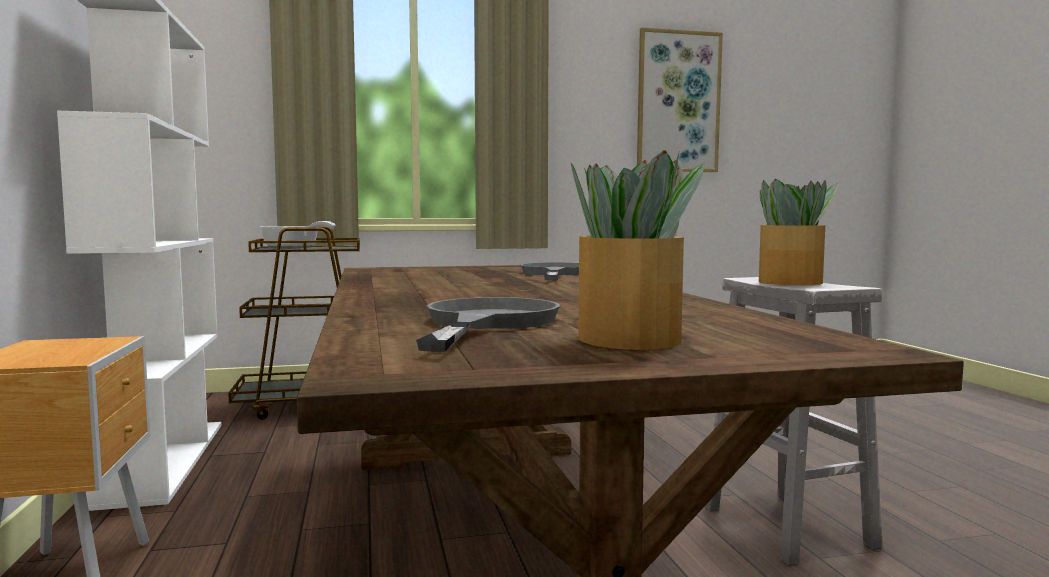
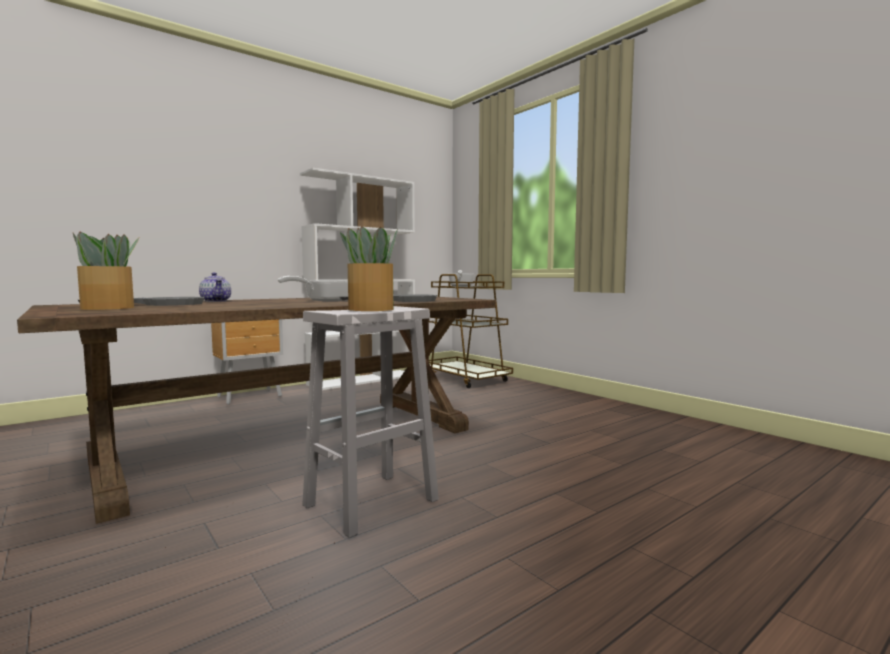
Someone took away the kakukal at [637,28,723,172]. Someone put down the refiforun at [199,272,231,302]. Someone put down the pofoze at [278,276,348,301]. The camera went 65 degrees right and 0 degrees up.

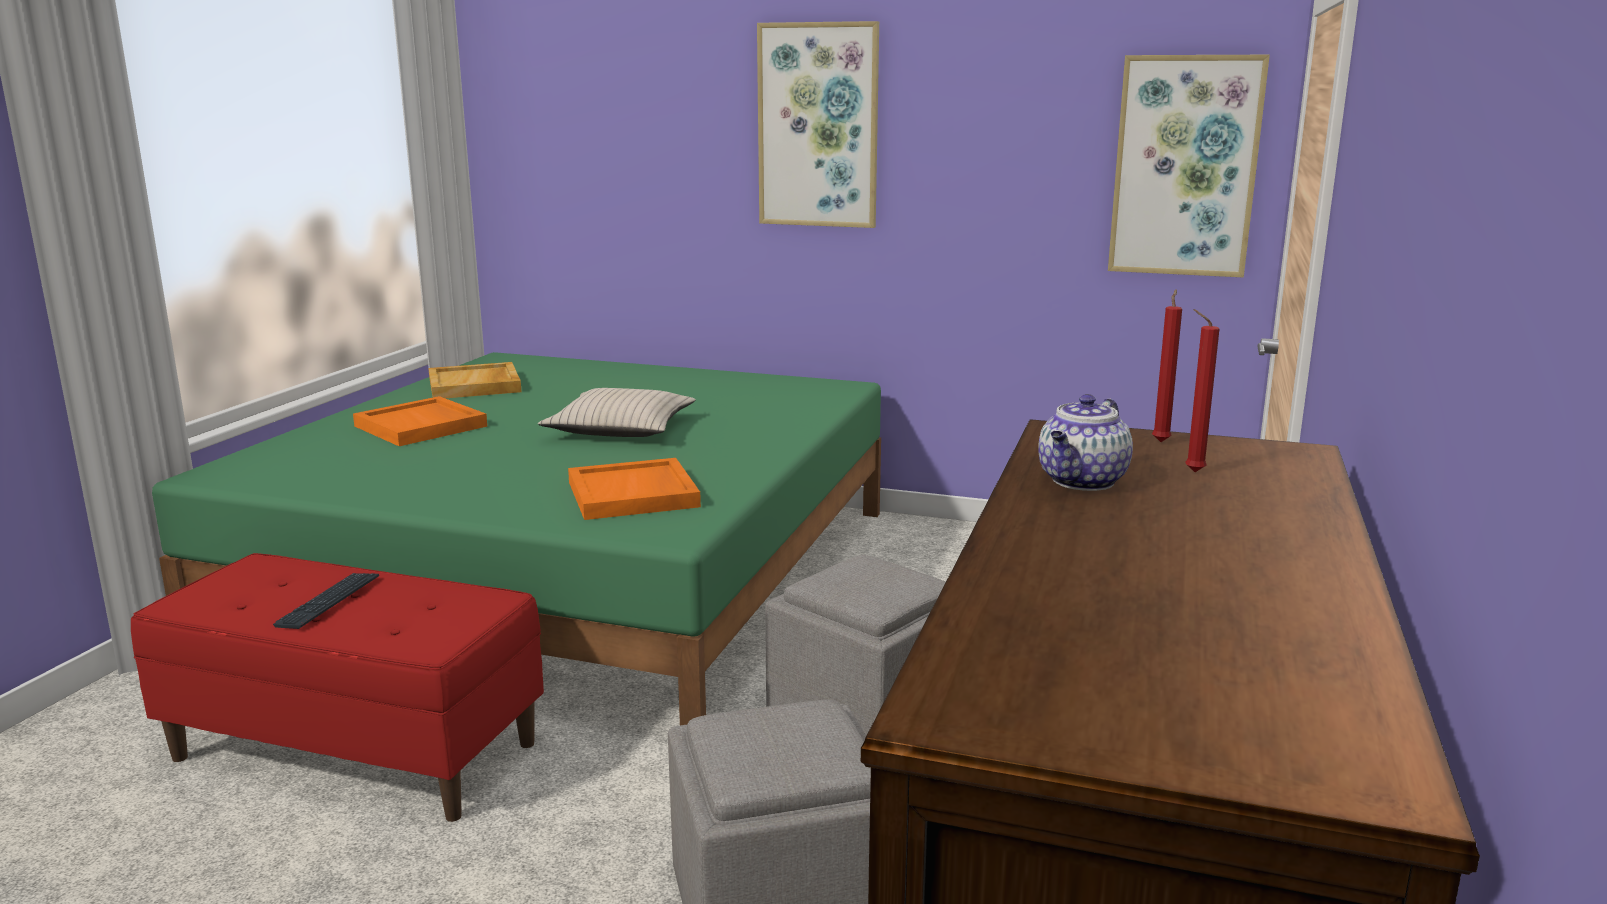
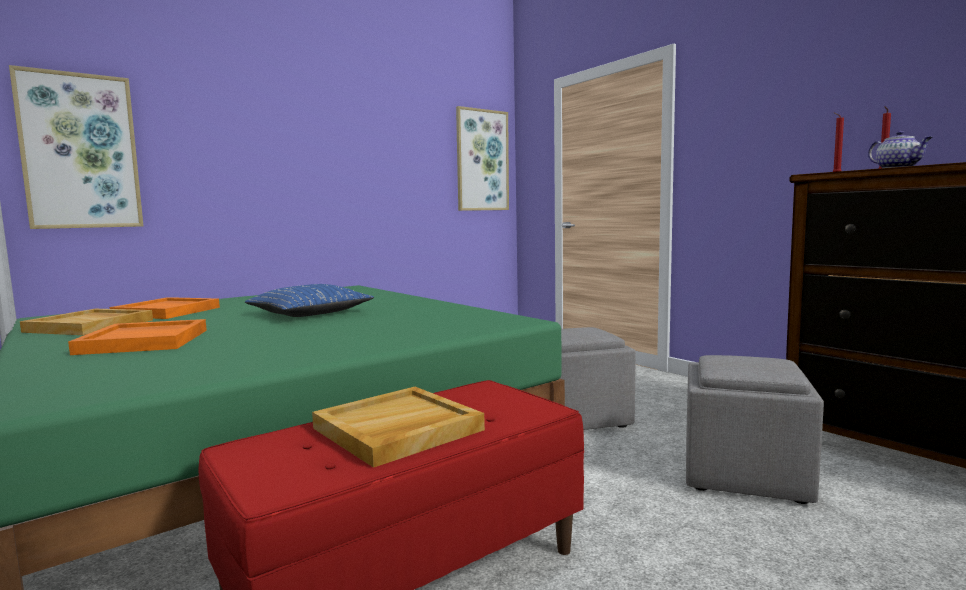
Someone carried the kakukal from [757,21,879,228] to [9,65,143,229]. Someone repainted the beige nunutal at [538,388,696,437], which became the blue nunutal at [245,284,374,317]. Someone carried the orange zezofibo from [568,458,701,520] to [110,297,220,319]. Someone swapped the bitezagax at [273,573,379,629] for the beige zezofibo at [312,387,485,468]. The camera went 55 degrees left and 10 degrees down.

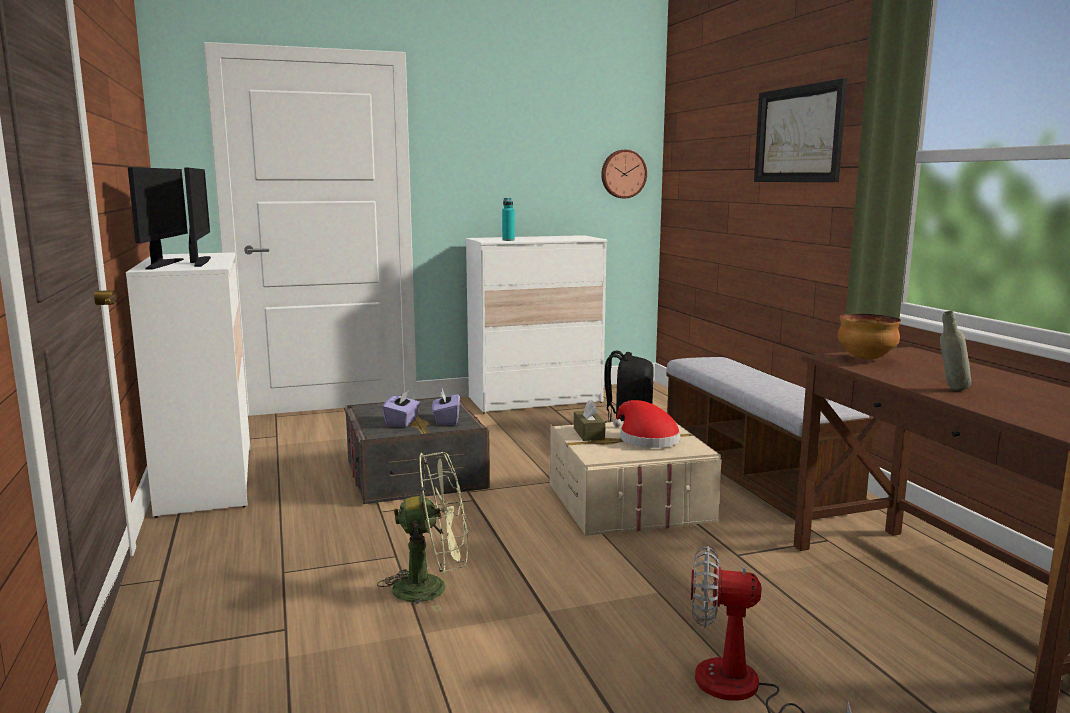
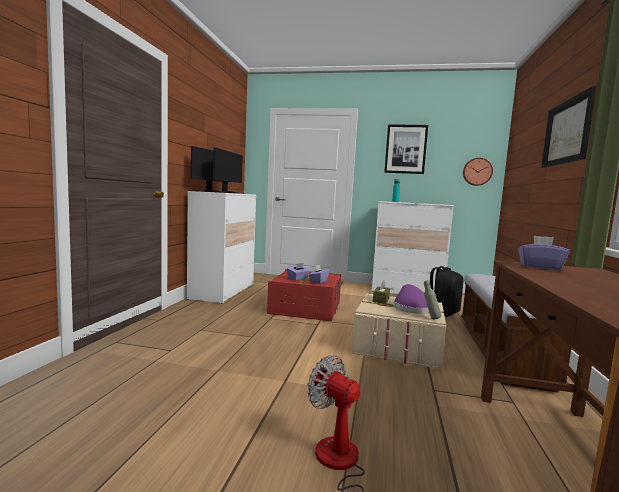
Someone carried the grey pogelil from [940,311,972,390] to [424,280,441,319]. Someone swapped the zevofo at [838,314,901,360] for the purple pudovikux at [518,236,570,270]. Someone repainted the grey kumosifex at [346,397,490,504], which became the red kumosifex at [267,269,341,321]. Someone repainted the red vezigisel at [613,400,680,448], which became the purple vezigisel at [393,284,429,314]. Someone took away the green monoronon at [377,452,468,612]. Someone put up the kakukal at [384,124,428,174]. The camera went 30 degrees right and 5 degrees down.

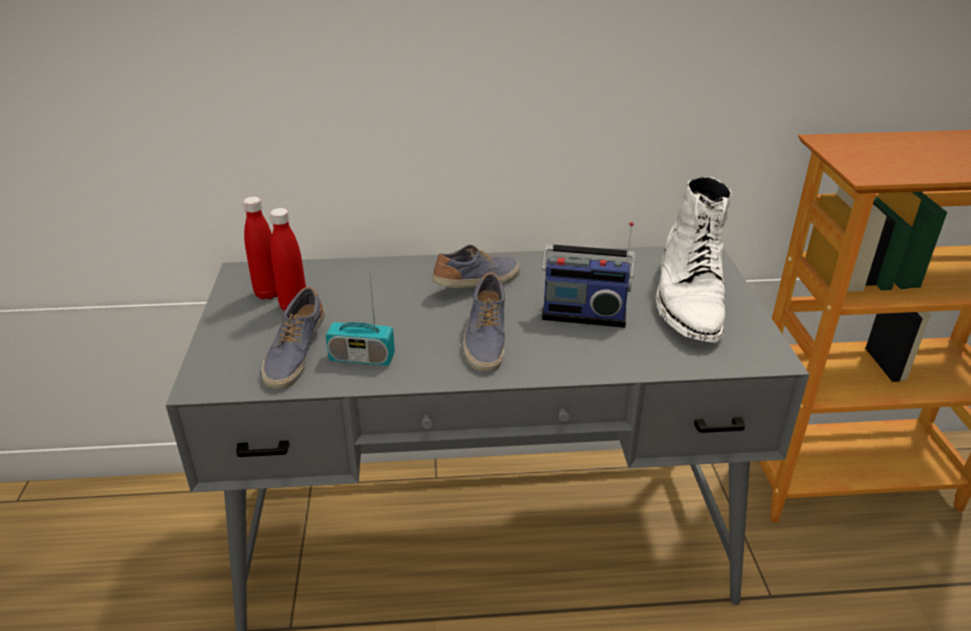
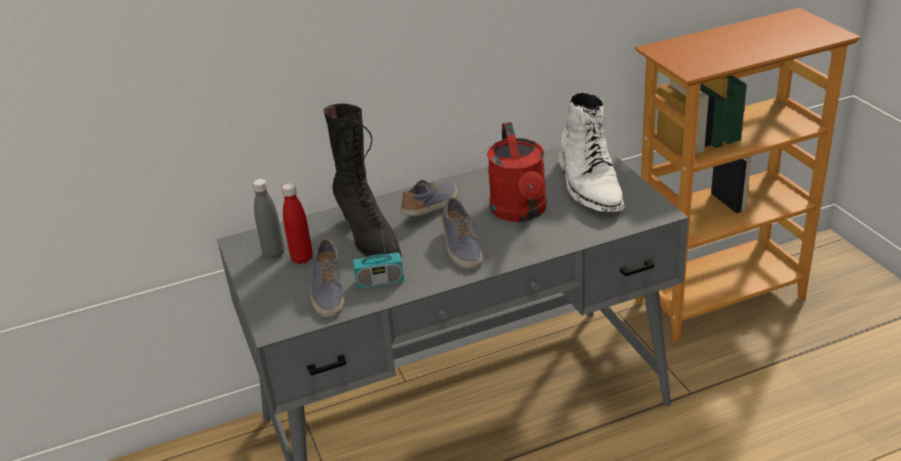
Someone repainted the red pogelil at [243,196,277,300], which became the grey pogelil at [252,179,284,259]. Someone swapped the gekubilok at [541,222,635,328] for the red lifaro at [487,122,547,222]. Someone put down the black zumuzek at [323,103,401,257]. The camera went 15 degrees left and 0 degrees up.

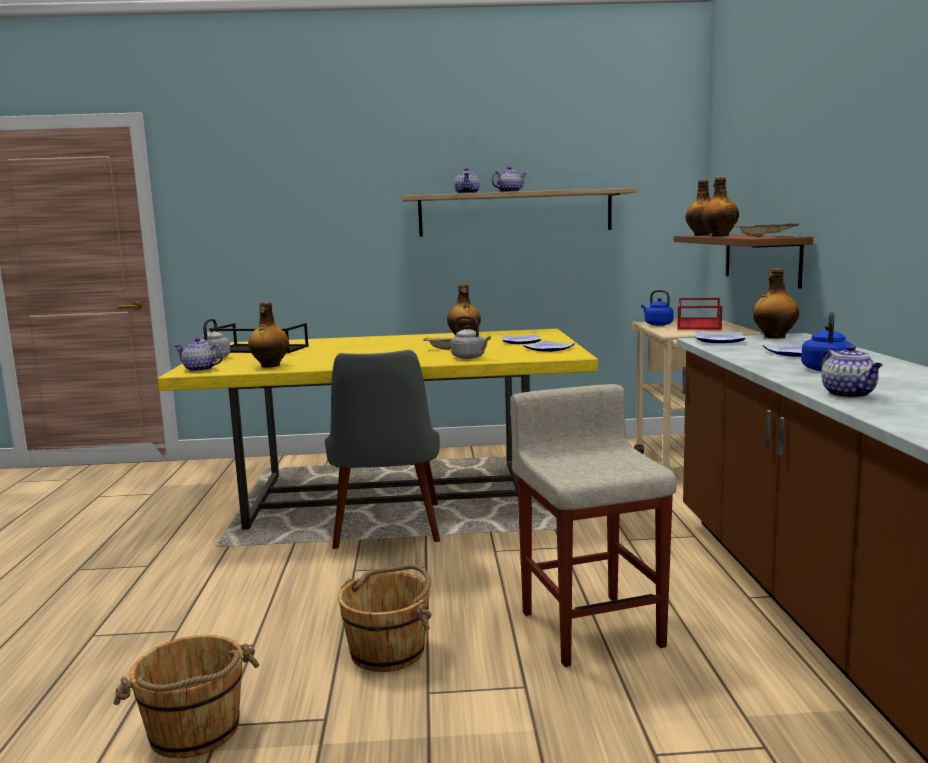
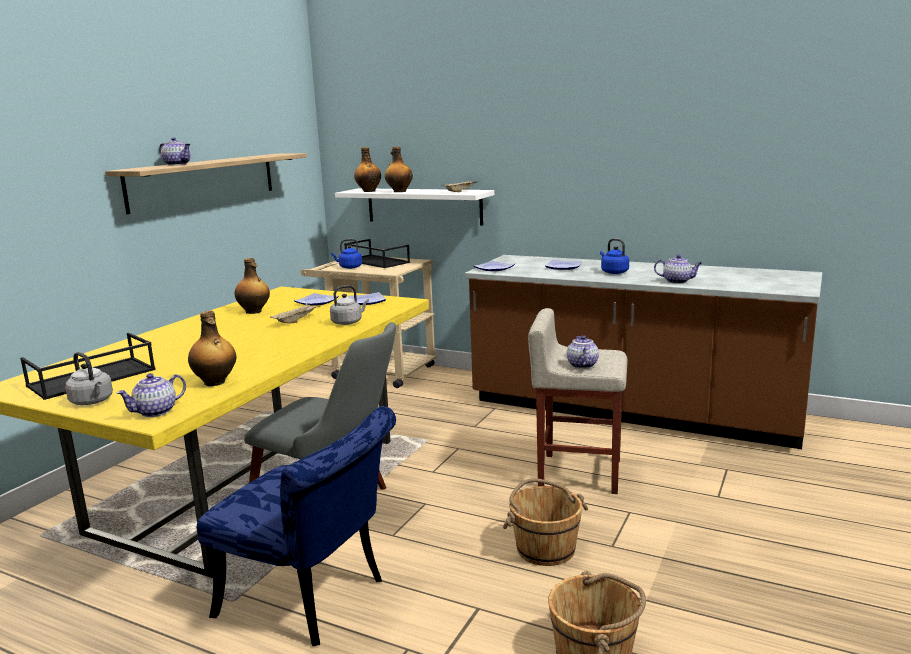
Someone carried the refiforun from [491,167,527,192] to [566,335,599,369]. Someone repainted the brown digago at [674,234,813,288], which became the white digago at [335,188,494,225]. Someone took away the pogelil at [753,268,799,338]. Someone repainted the red zezofibo at [677,298,722,330], which became the black zezofibo at [344,239,410,268]. Someone put down the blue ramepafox at [197,406,396,646]. The camera went 60 degrees left and 5 degrees up.

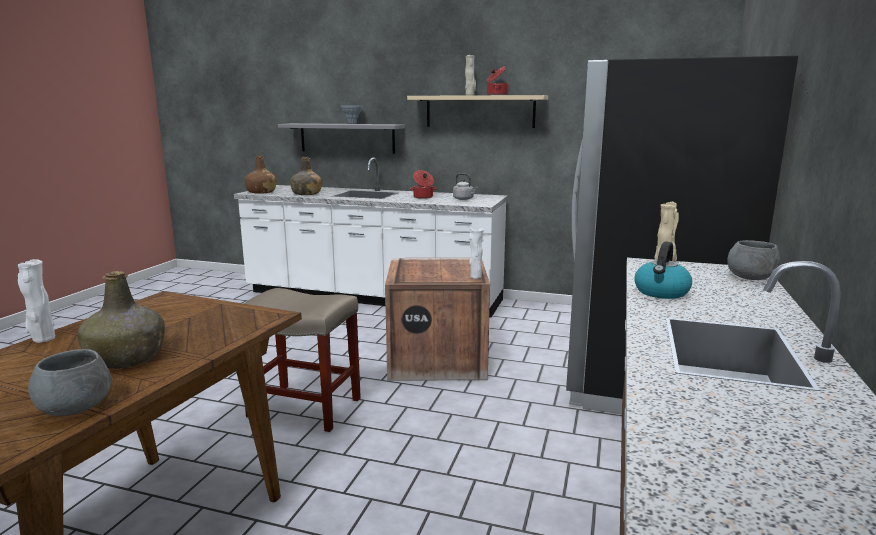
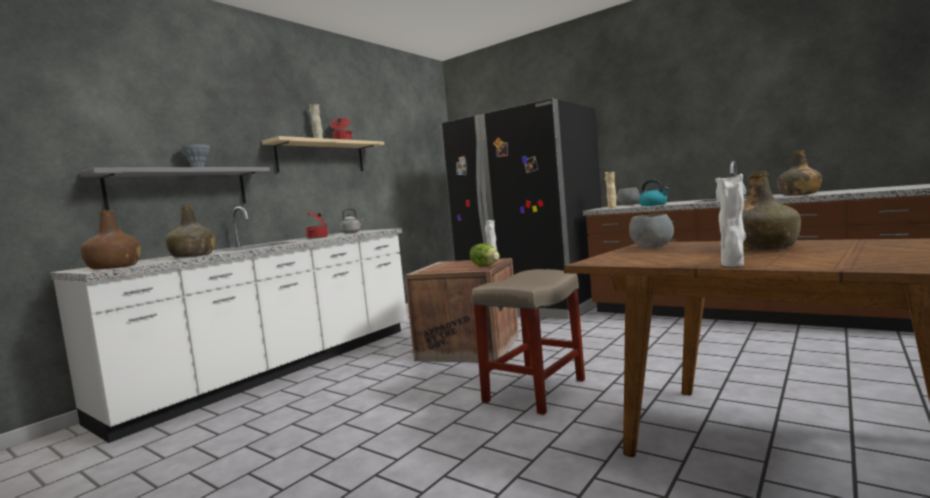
Someone carried the grey zevofo from [28,349,111,416] to [629,214,674,248]. Someone put down the green pogelil at [777,150,822,196]. Someone put down the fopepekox at [470,243,499,266]. The camera went 70 degrees left and 10 degrees down.

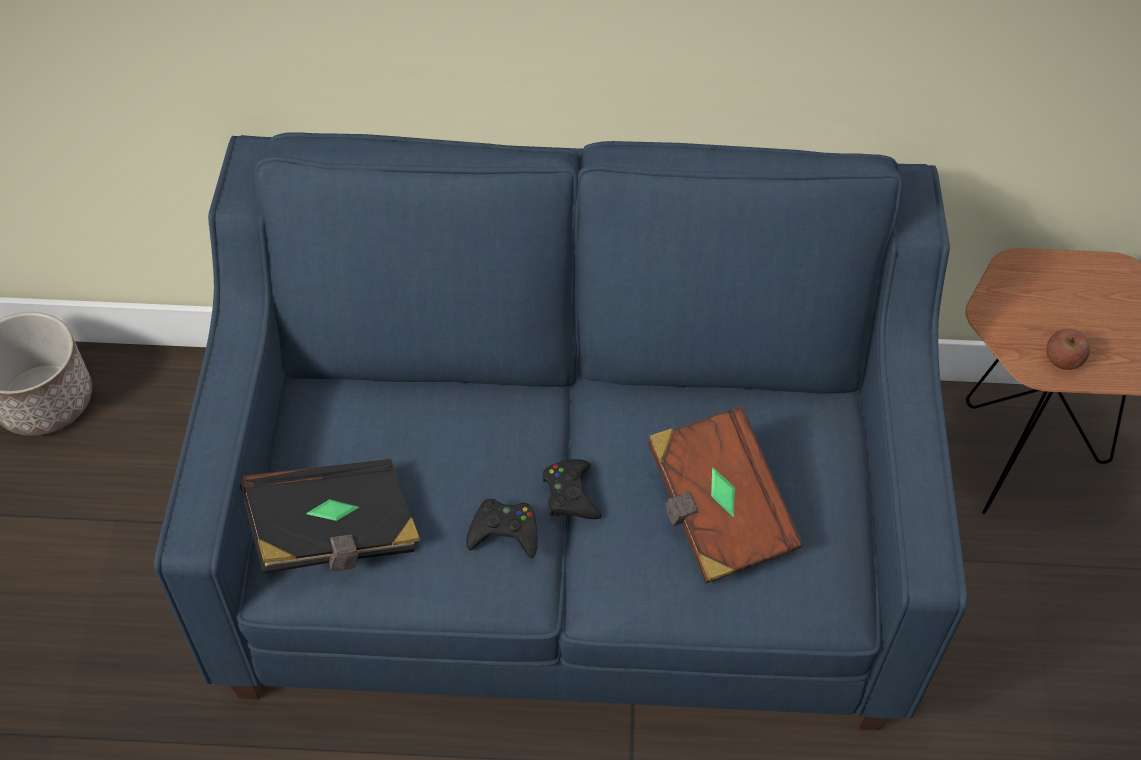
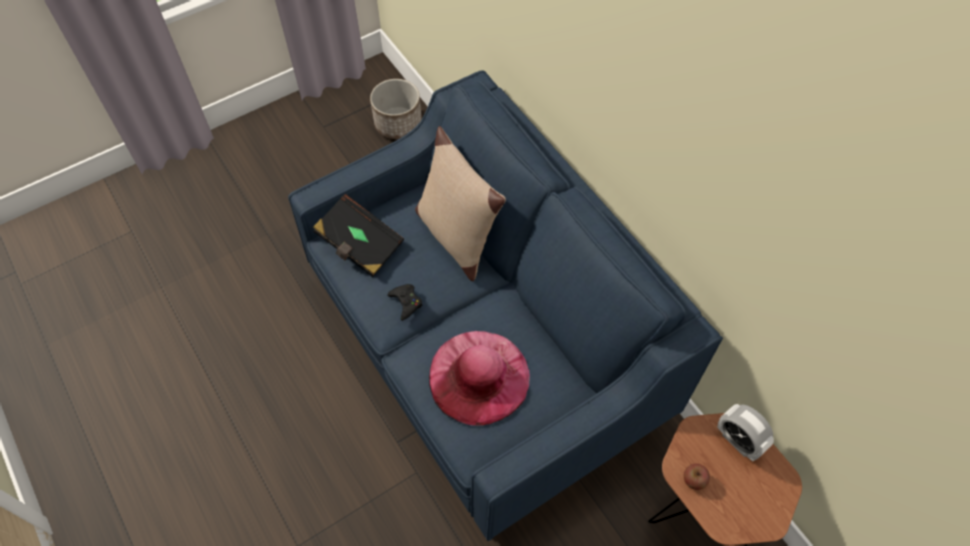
Someone swapped the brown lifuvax at [648,406,803,584] for the pink vezigisel at [429,331,530,425]. Someone took away the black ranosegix at [543,459,602,519]. Someone put down the beige nunutal at [415,126,506,281]. Someone put down the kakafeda at [717,404,774,461]. The camera went 55 degrees right and 5 degrees up.

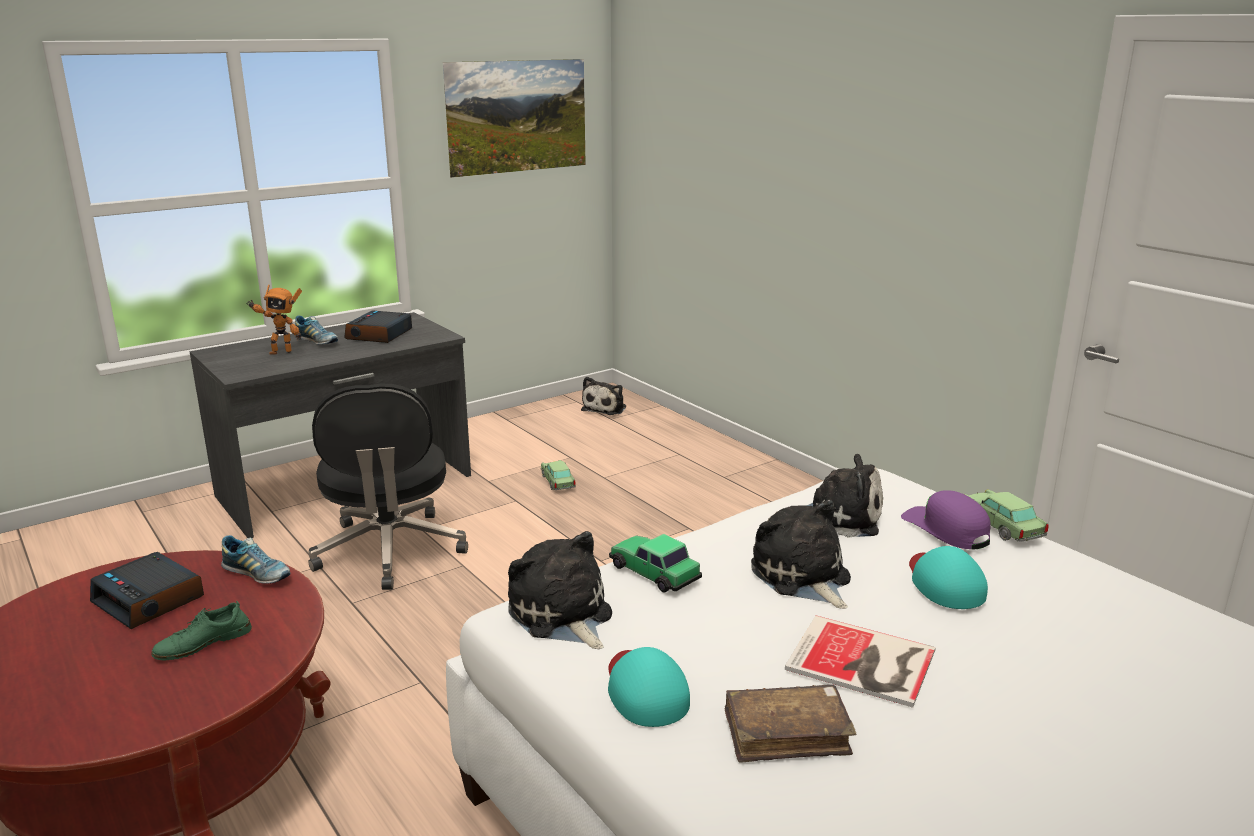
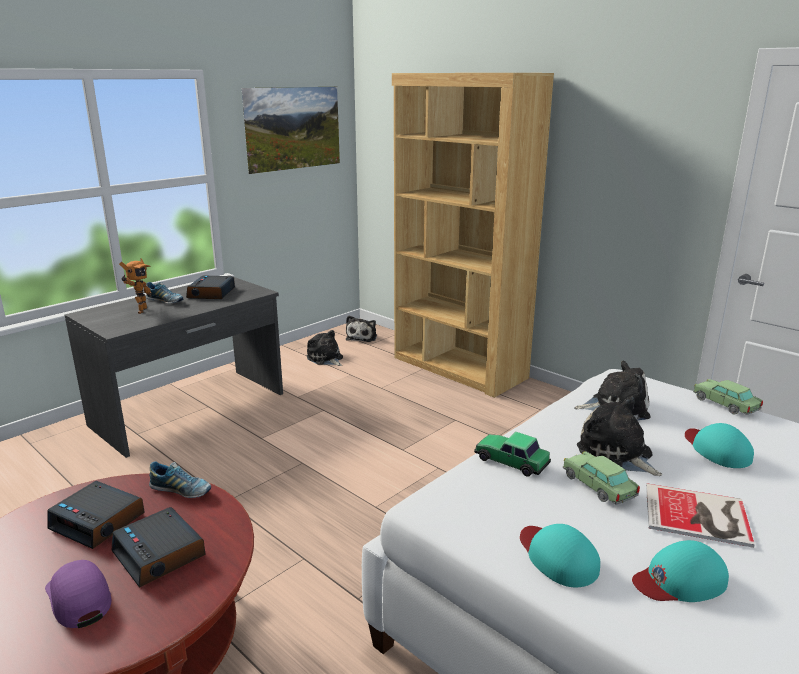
Someone rotated the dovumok at [246,284,302,355] by 60 degrees counterclockwise. Someone took away the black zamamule at [308,384,468,590]. Someone carried the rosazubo from [541,460,576,490] to [563,451,640,504]. Someone carried the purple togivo from [901,490,991,550] to [45,560,112,628]. Someone carried the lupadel from [508,531,612,649] to [307,330,343,366]. Someone swapped the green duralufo at [152,601,252,660] for the kakafeda at [111,507,206,588]. Someone swapped the brown lifuvax at [725,684,857,763] for the turquoise togivo at [632,540,729,602]. Someone put down the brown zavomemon at [392,73,554,398]. The camera went 10 degrees left and 0 degrees up.

